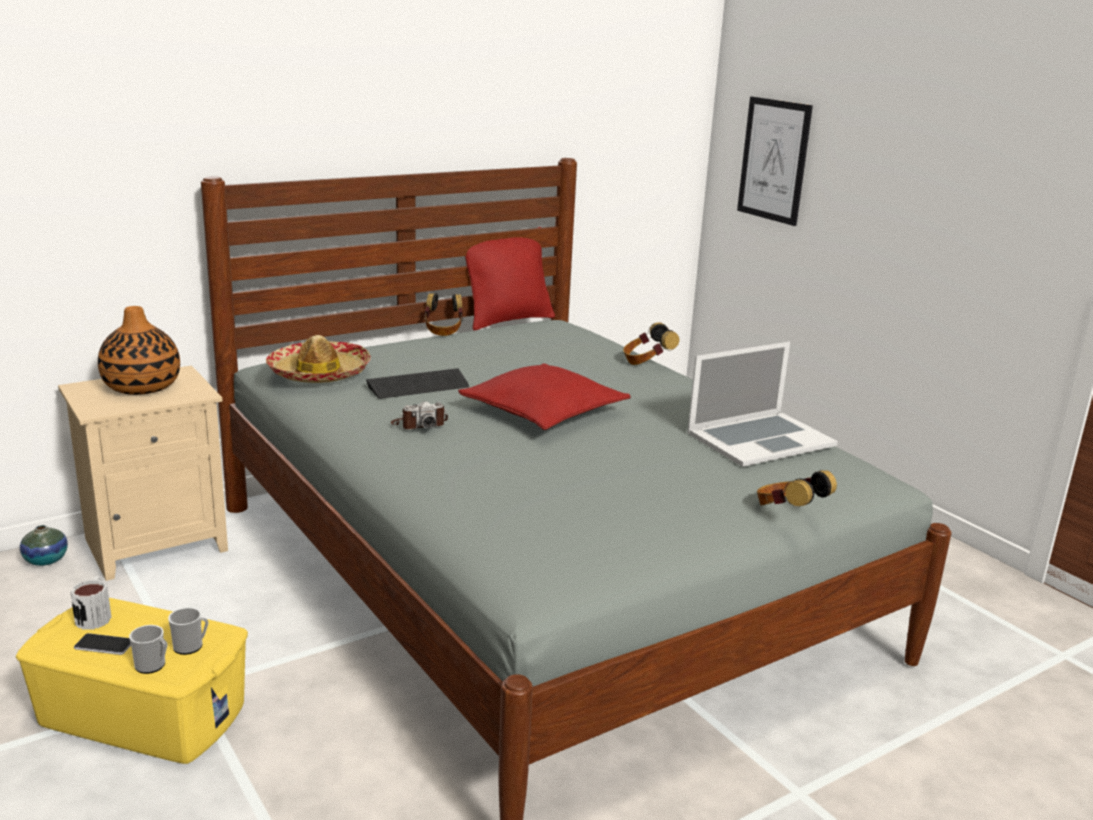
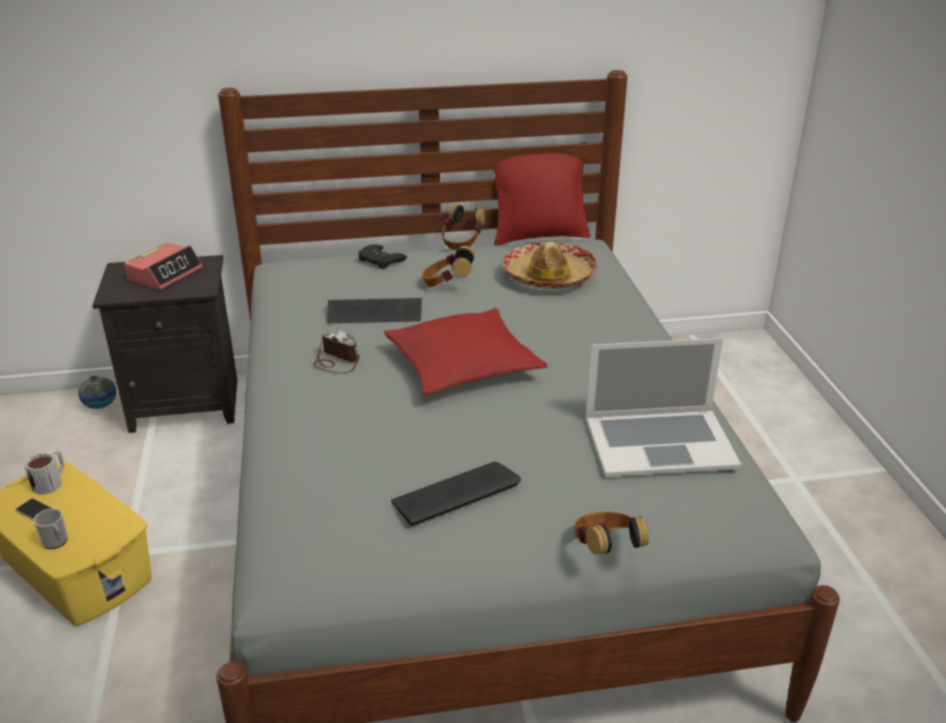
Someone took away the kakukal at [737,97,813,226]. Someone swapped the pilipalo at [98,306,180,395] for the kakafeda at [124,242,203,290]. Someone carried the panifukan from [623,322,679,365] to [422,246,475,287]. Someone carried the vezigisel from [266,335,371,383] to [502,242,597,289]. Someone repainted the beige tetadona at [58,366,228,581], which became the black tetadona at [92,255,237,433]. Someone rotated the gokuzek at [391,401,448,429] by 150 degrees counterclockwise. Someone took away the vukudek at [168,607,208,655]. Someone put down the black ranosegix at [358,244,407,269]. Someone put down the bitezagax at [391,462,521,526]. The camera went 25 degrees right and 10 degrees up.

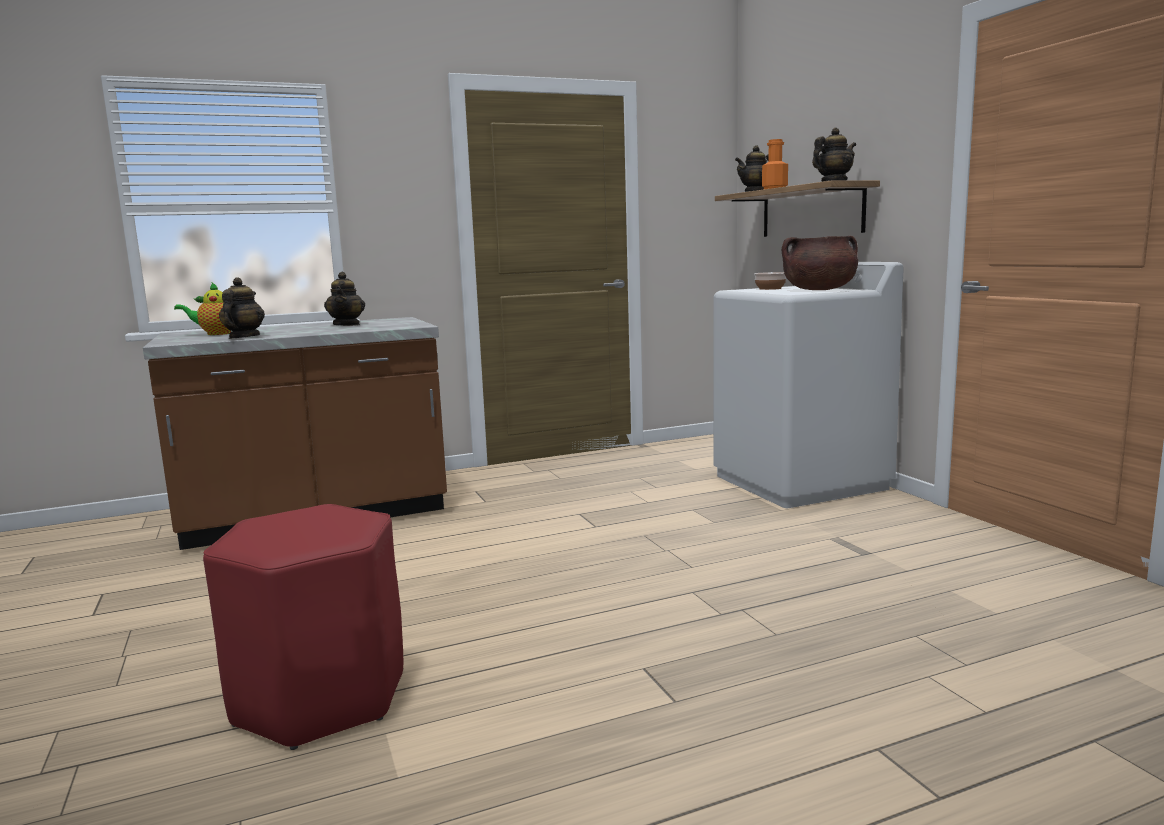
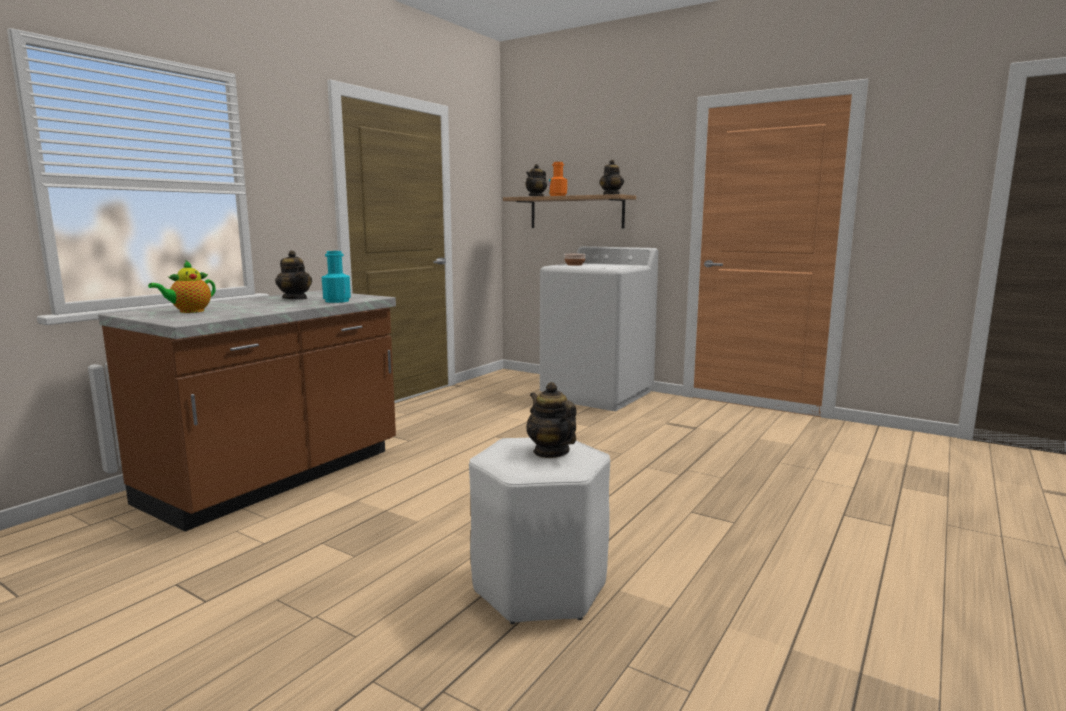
Someone took away the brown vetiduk at [782,236,858,290]. Someone carried the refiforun from [219,277,265,339] to [527,382,577,458]. Someone repainted the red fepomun at [203,504,403,750], which became the white fepomun at [469,437,610,624]. Someone put down the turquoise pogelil at [322,251,351,303]. The camera went 35 degrees left and 0 degrees up.

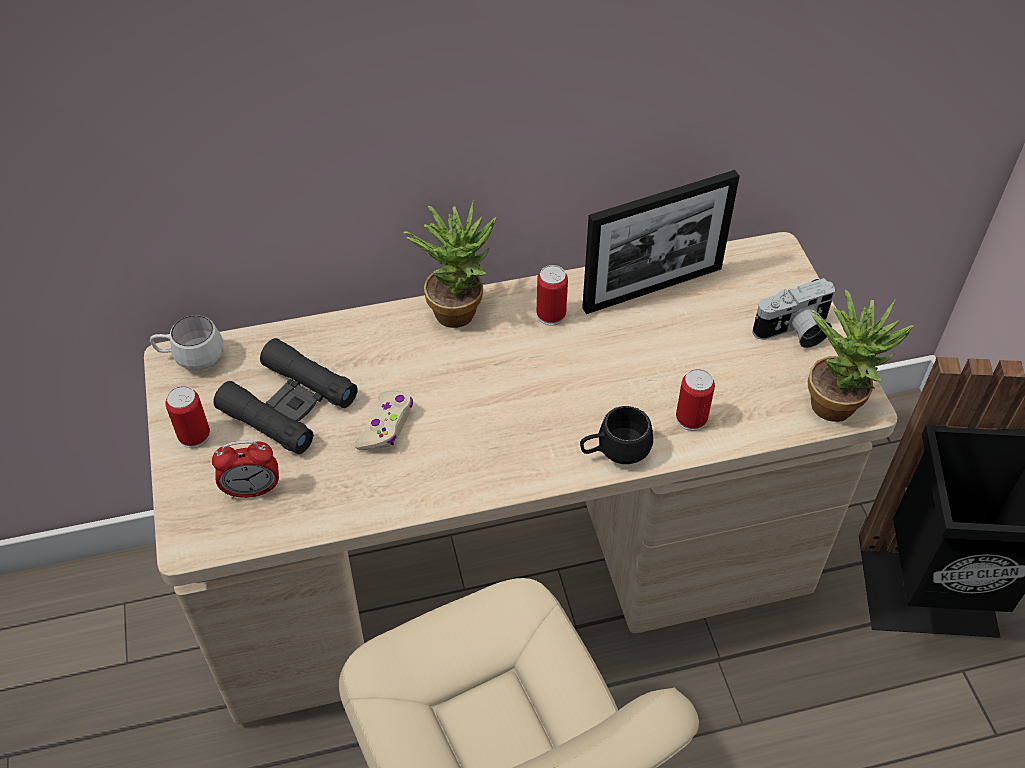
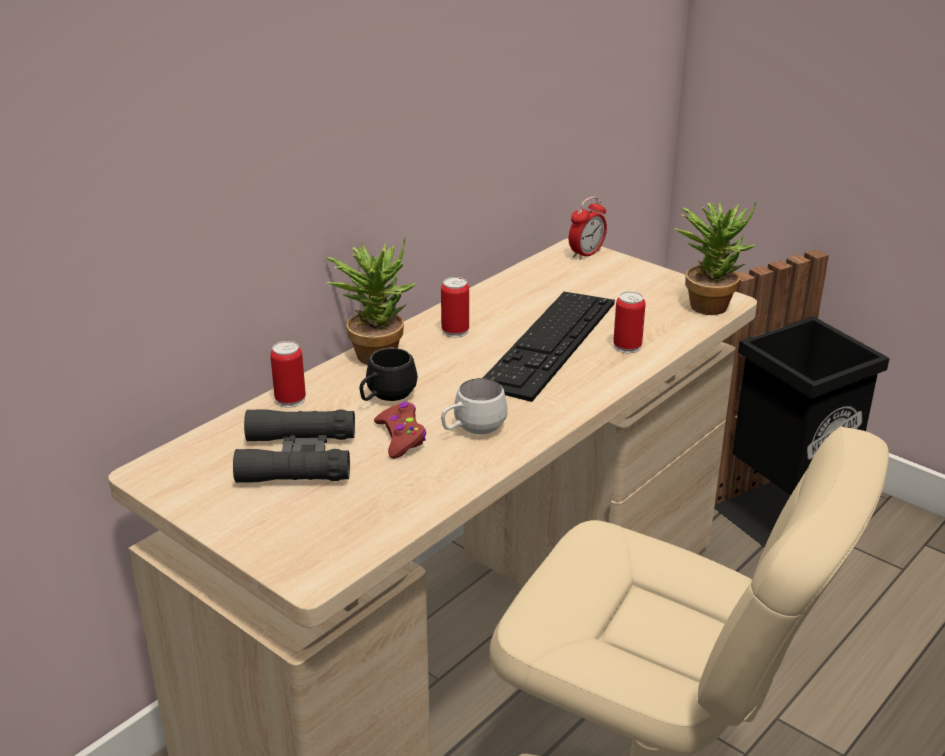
Someone took away the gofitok at [582,170,740,314]. Someone took away the gokuzek at [752,278,835,348]. Someone carried the white vukudek from [150,315,224,370] to [441,378,508,434]. Someone carried the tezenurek from [165,386,210,448] to [270,341,306,408]. Someone repainted the beige ranosegix at [355,391,413,450], which became the red ranosegix at [374,402,426,459]. Someone carried the black vukudek from [580,406,653,464] to [359,348,418,401]. Someone carried the kakafeda from [212,440,279,499] to [569,196,607,260]. Someone put down the bitezagax at [483,292,615,402]. The camera went 35 degrees left and 20 degrees down.

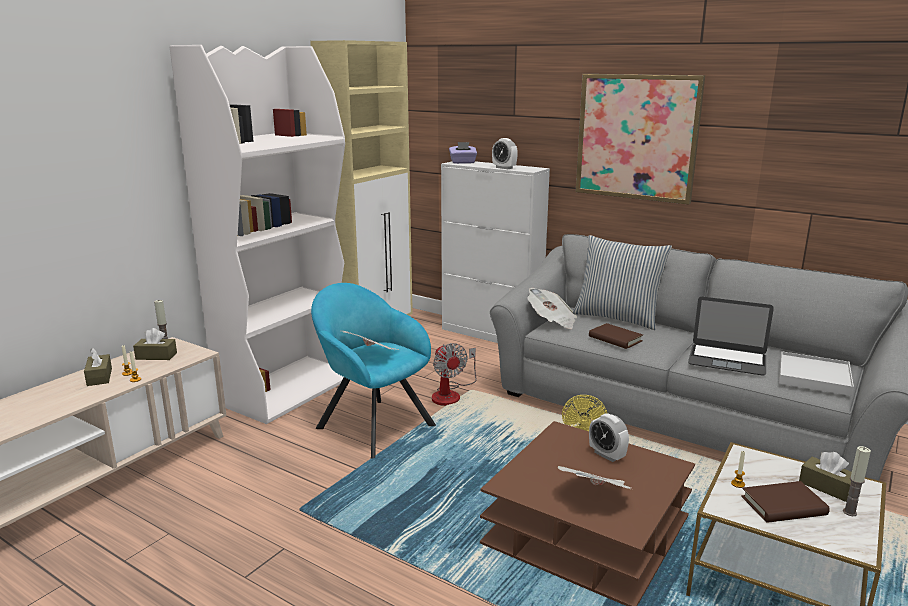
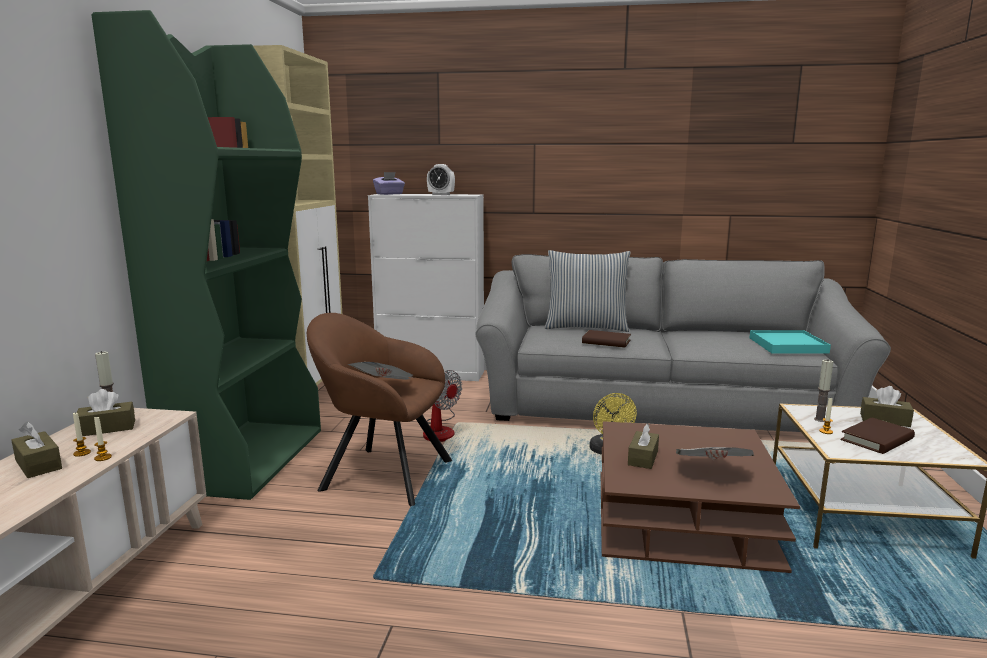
Someone repainted the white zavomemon at [170,45,345,424], which became the green zavomemon at [92,10,321,500]. Someone took away the kakukal at [576,74,705,205]. Someone repainted the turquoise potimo at [311,283,436,459], which became the brown potimo at [307,313,452,507]. Someone took away the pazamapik at [527,288,577,329]. Someone took away the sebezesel at [688,297,774,375]. Someone repainted the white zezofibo at [779,351,854,396], which became the turquoise zezofibo at [749,330,831,354]. Someone took away the kakafeda at [589,414,629,462]. Someone carried the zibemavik from [843,446,871,516] to [814,360,833,422]. Someone put down the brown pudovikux at [628,423,659,469]. The camera went 25 degrees left and 5 degrees down.

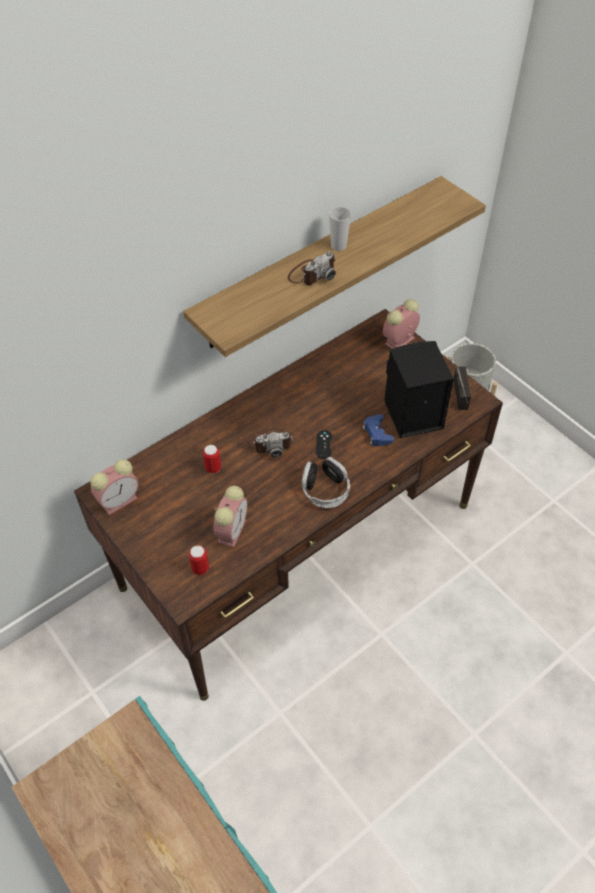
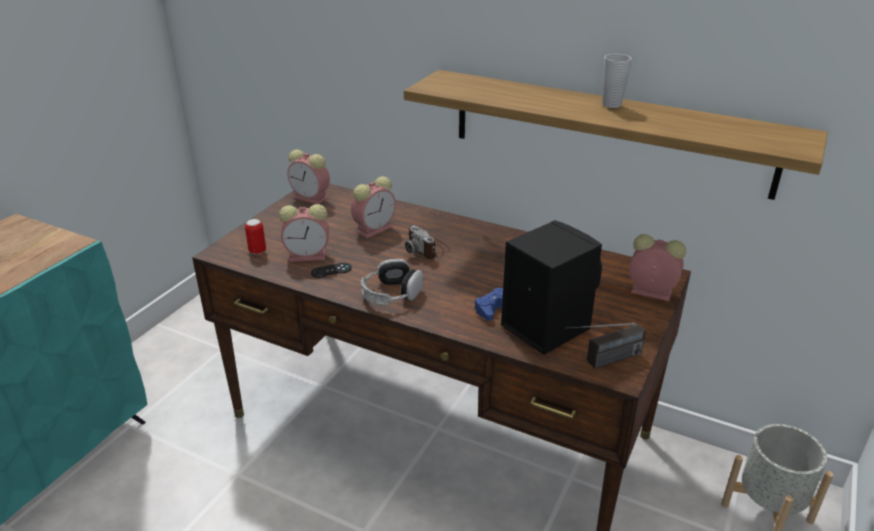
Someone took away the gokuzek at [288,251,336,285]. Someone carried the black ranosegix from [316,430,332,459] to [311,263,352,278]. Someone swapped the tezenurek at [203,445,221,474] for the kakafeda at [351,176,396,238]. The camera went 65 degrees right and 20 degrees down.

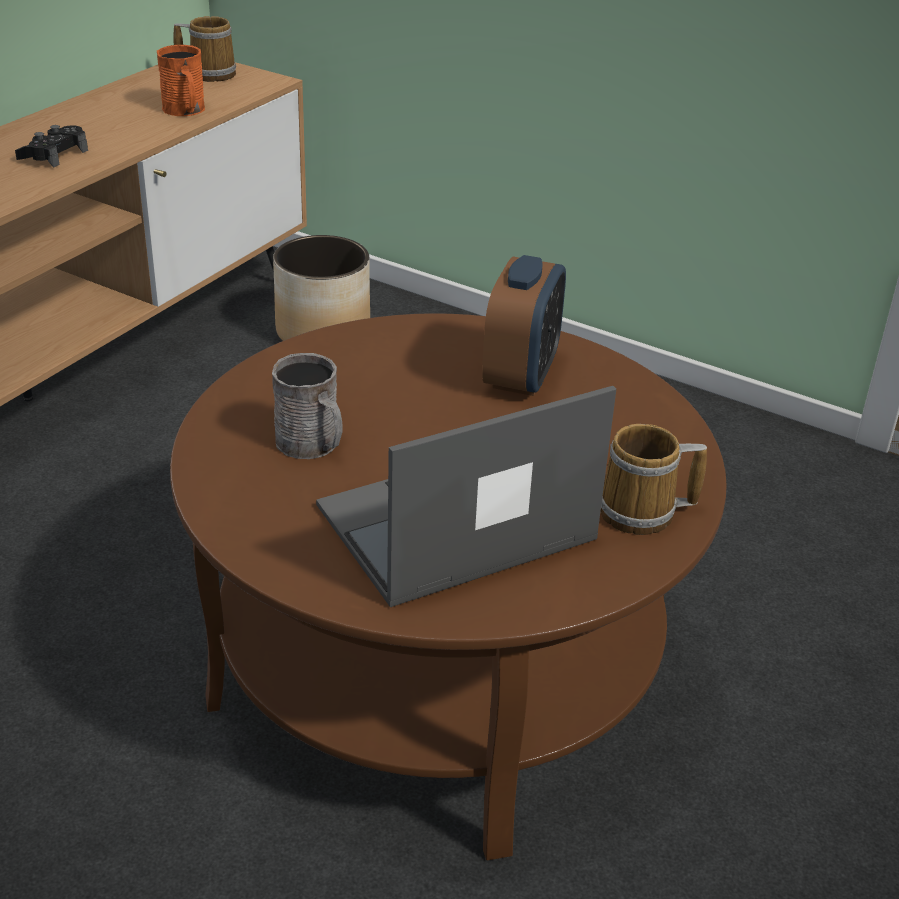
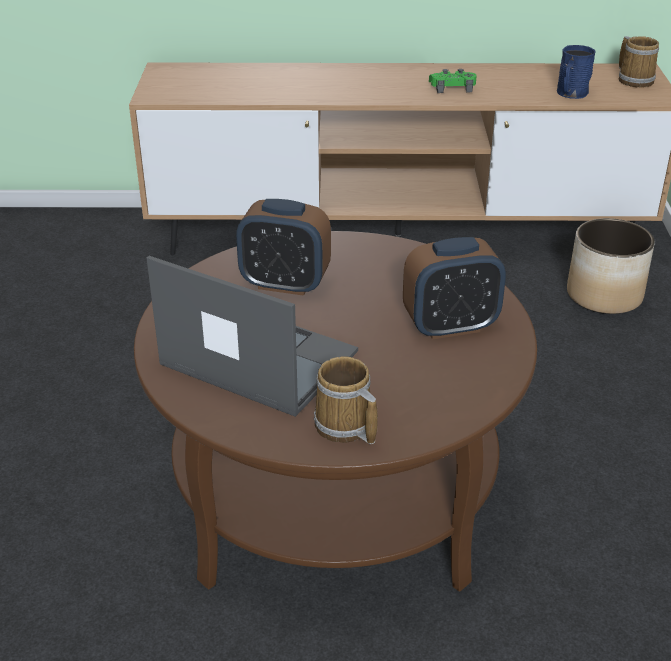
Someone repainted the orange vukudek at [157,45,205,116], which became the blue vukudek at [557,45,596,99]. Someone repainted the black ranosegix at [15,125,88,168], which became the green ranosegix at [429,69,477,93]. Someone swapped the grey vukudek at [272,353,343,459] for the kakafeda at [236,199,331,296]. The camera went 60 degrees right and 0 degrees up.

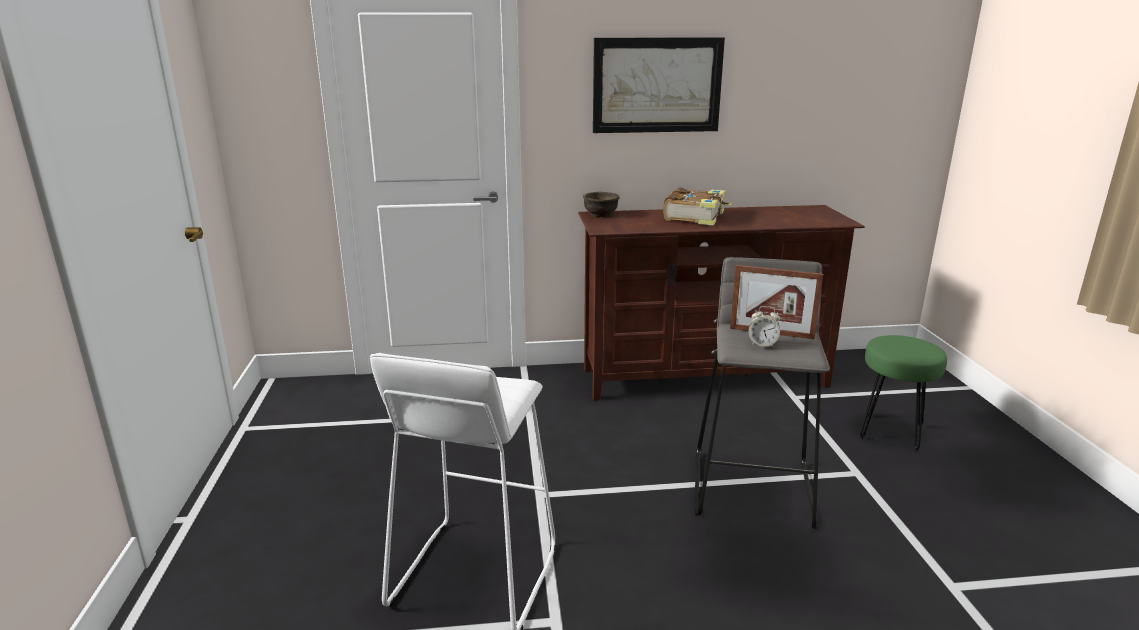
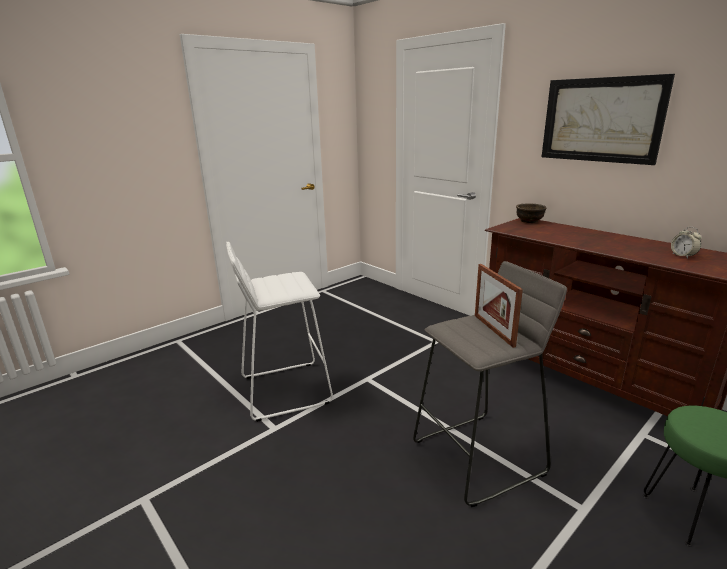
Someone took away the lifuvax at [663,188,732,225]. Someone carried the kakafeda from [749,306,781,348] to [671,227,702,259]. The camera went 55 degrees right and 0 degrees up.

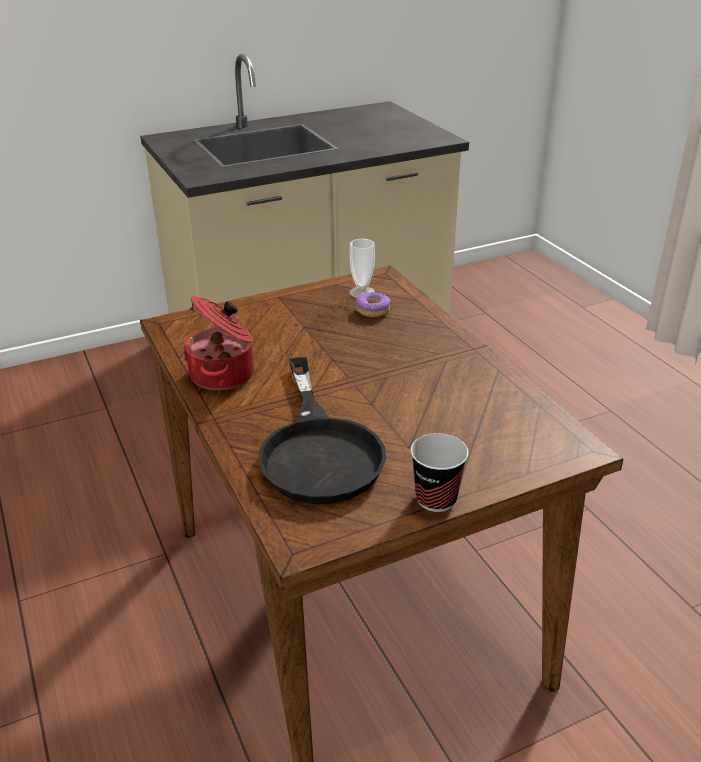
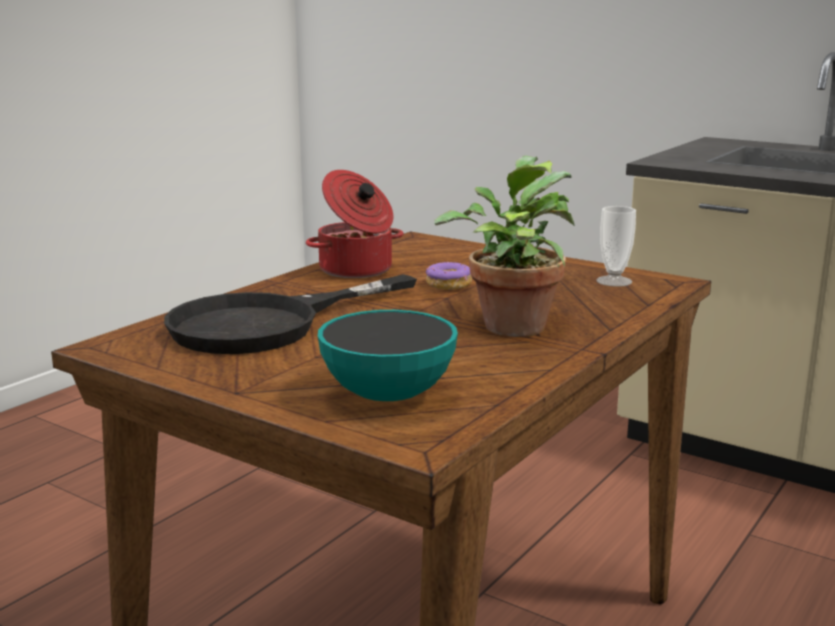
Someone carried the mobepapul from [356,292,391,317] to [426,262,472,290]. Someone took away the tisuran at [411,434,468,512]. Someone put down the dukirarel at [434,155,575,337]. Someone put down the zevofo at [318,310,458,401]. The camera went 60 degrees right and 15 degrees down.

